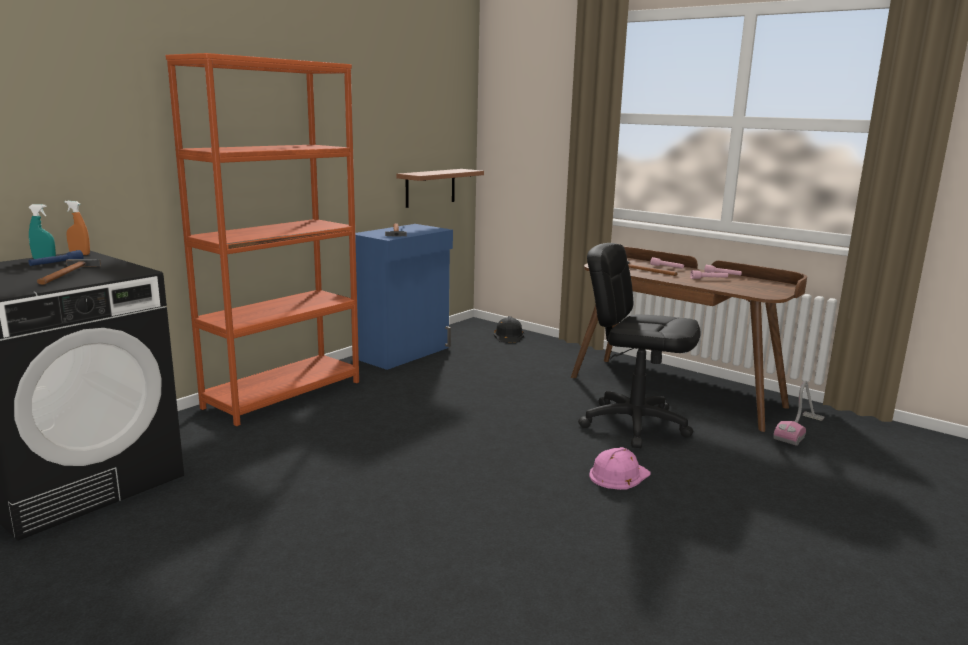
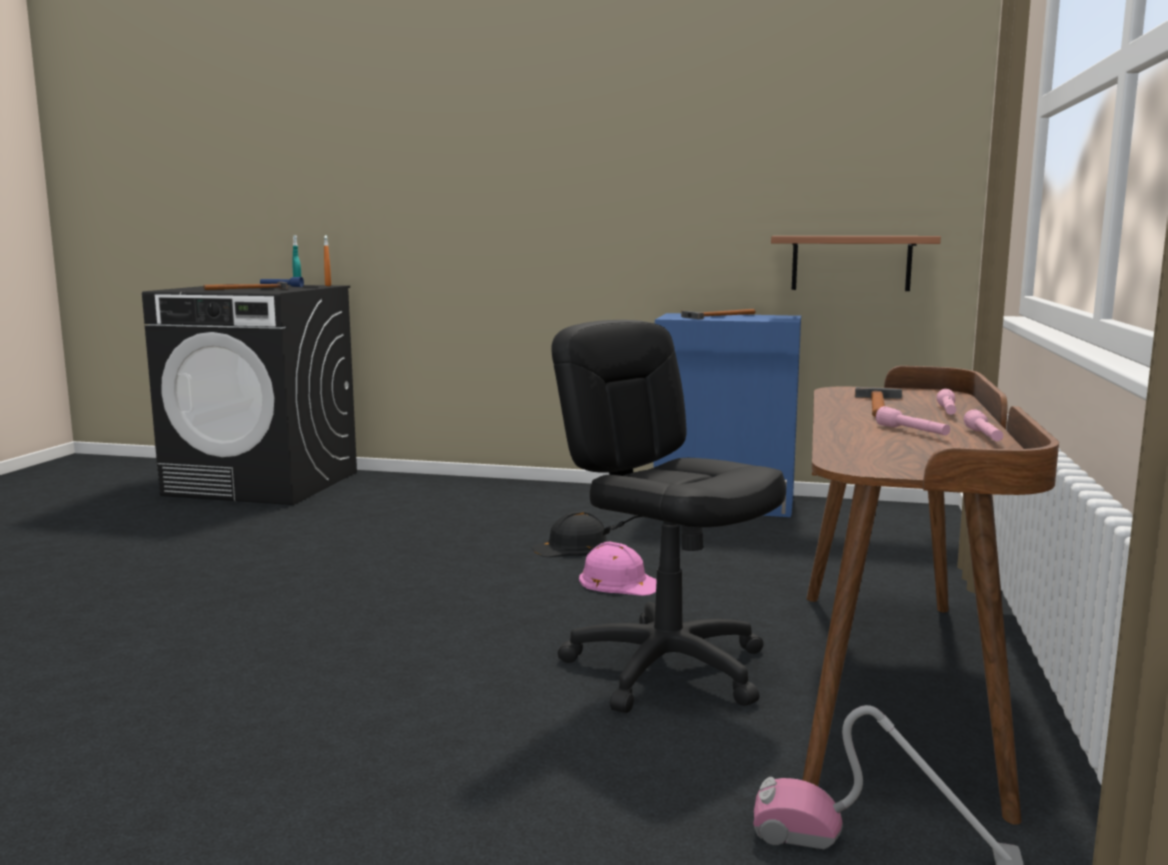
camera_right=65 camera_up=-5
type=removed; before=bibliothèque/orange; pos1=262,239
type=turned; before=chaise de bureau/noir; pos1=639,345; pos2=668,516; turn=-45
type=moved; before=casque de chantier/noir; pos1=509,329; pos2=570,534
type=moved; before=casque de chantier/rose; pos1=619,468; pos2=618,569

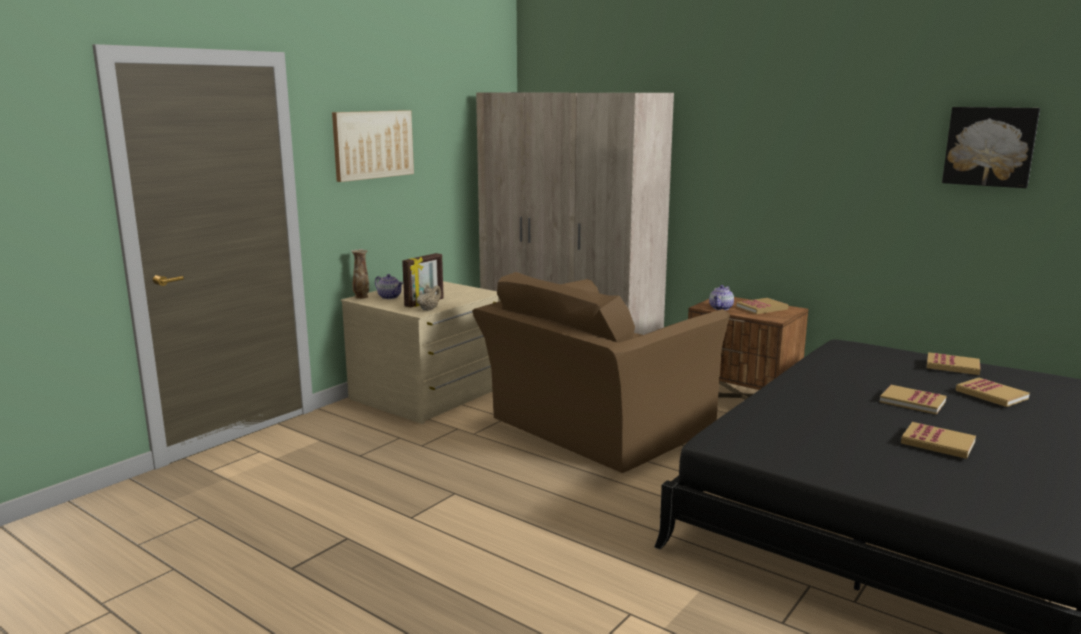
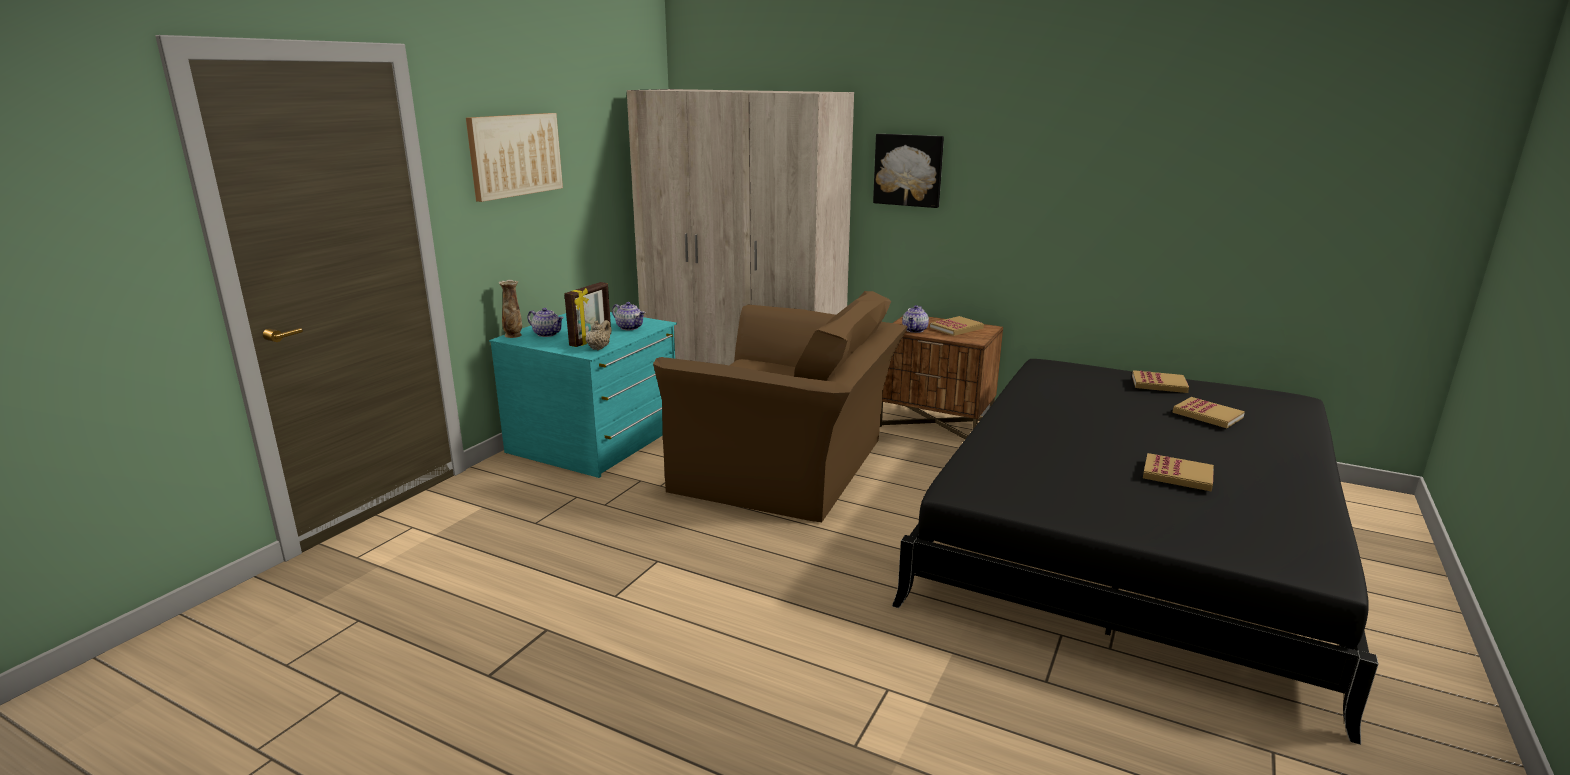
camera_right=-10 camera_up=5
type=moved; before=tableau; pos1=991,147; pos2=908,171
type=turned; before=fauteuil/marron; pos1=601,372; pos2=780,406; turn=-105
type=recoloured; before=commode/beige; after=commode/turquoise; pos1=420,352; pos2=583,395
type=removed; before=livre; pos1=913,400
type=added; after=théière; pos2=628,316

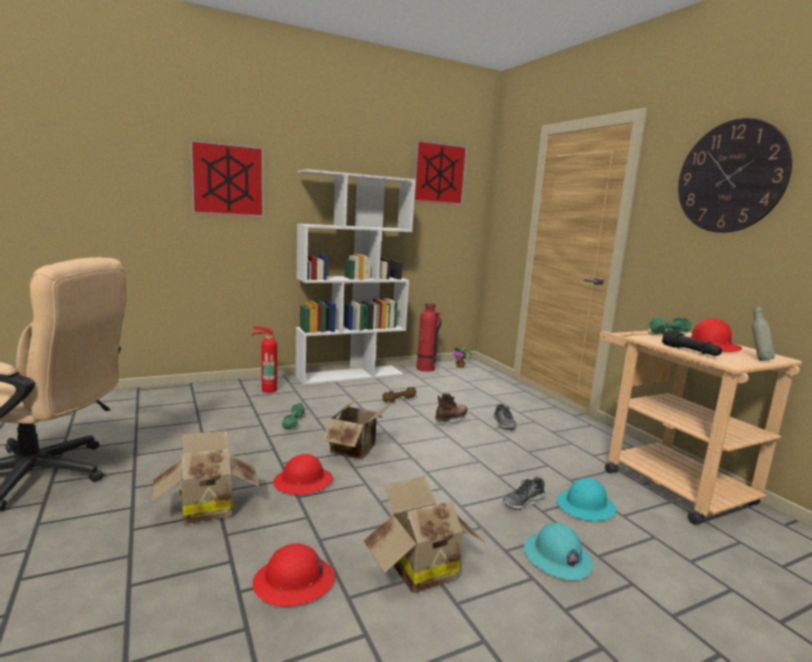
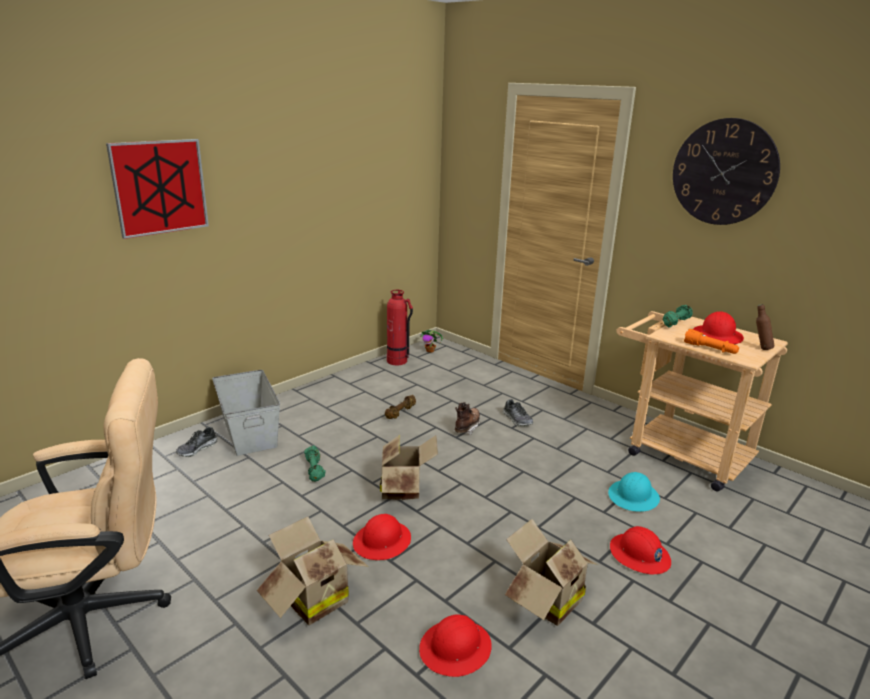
camera_right=-20 camera_up=10
type=removed; before=tableau; pos1=441,172
type=removed; before=bibliothèque/blanc; pos1=355,277
type=recoloured; before=bouteille/gris; after=bouteille/marron; pos1=763,334; pos2=765,327
type=replaced; before=extincteur; after=boîte de rangement/gris; pos1=264,359; pos2=246,413
type=recoloured; before=lampe de poche/noir; after=lampe de poche/orange; pos1=692,343; pos2=711,341
type=moved; before=chaussure; pos1=524,493; pos2=197,441
type=recoloured; before=casque de chantier/turquoise; after=casque de chantier/rouge; pos1=558,551; pos2=640,550

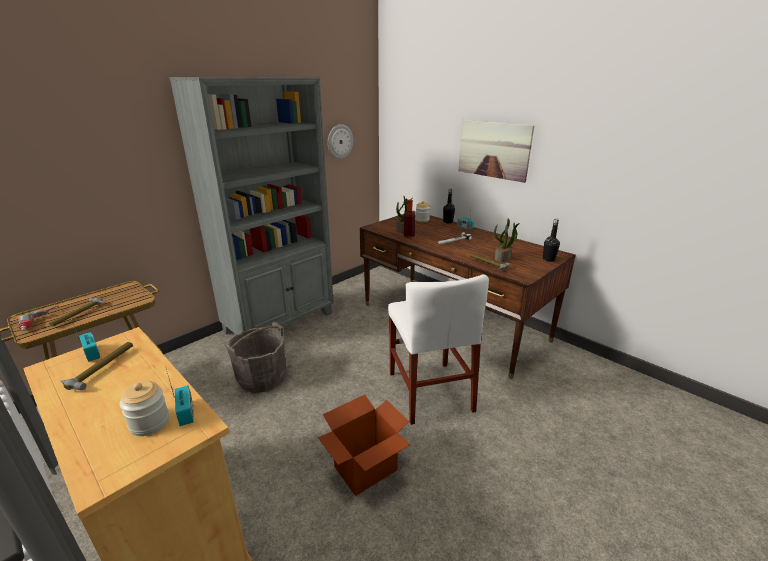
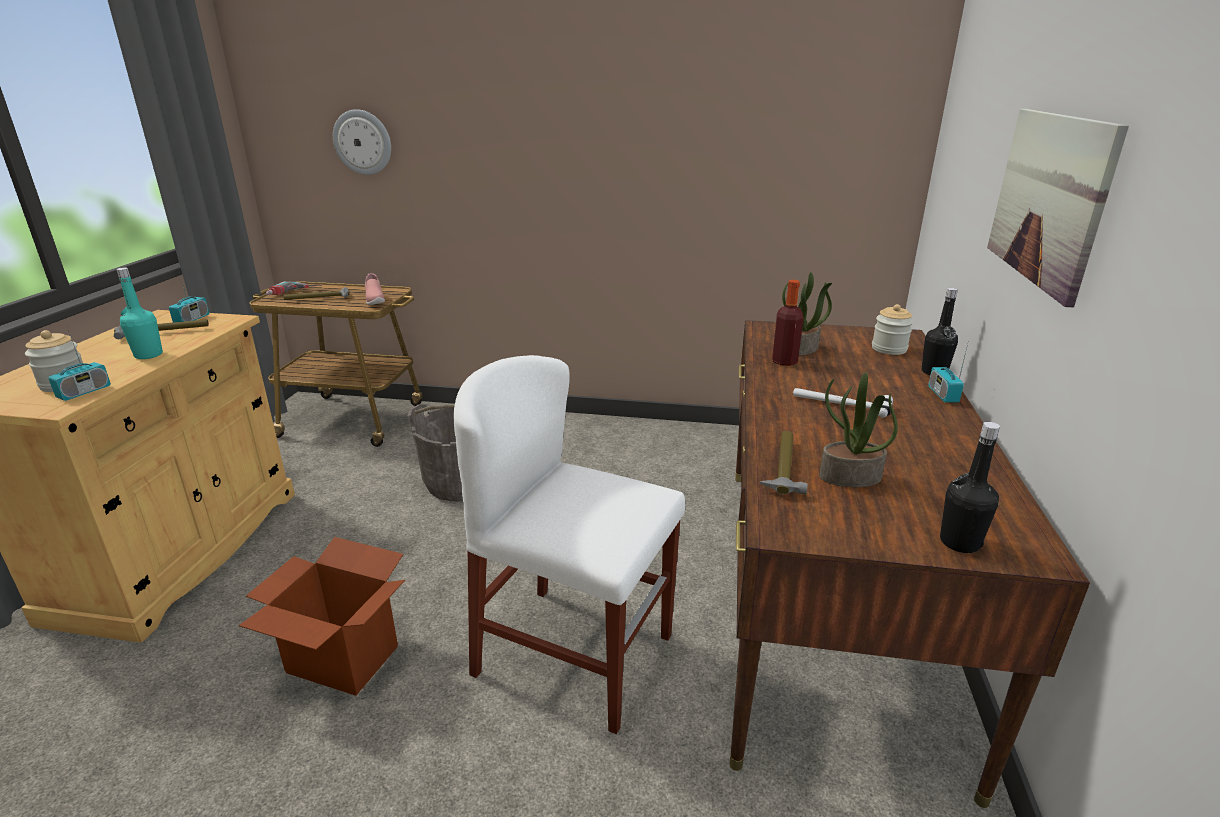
camera_right=55 camera_up=0
type=removed; before=bibliothèque/gris; pos1=251,206
type=moved; before=horloge murale; pos1=340,141; pos2=362,142
type=turned; before=chaise/blanc; pos1=438,349; pos2=569,544; turn=75
type=added; after=bouteille/turquoise; pos2=139,313
type=added; after=chaussure/rose; pos2=375,289

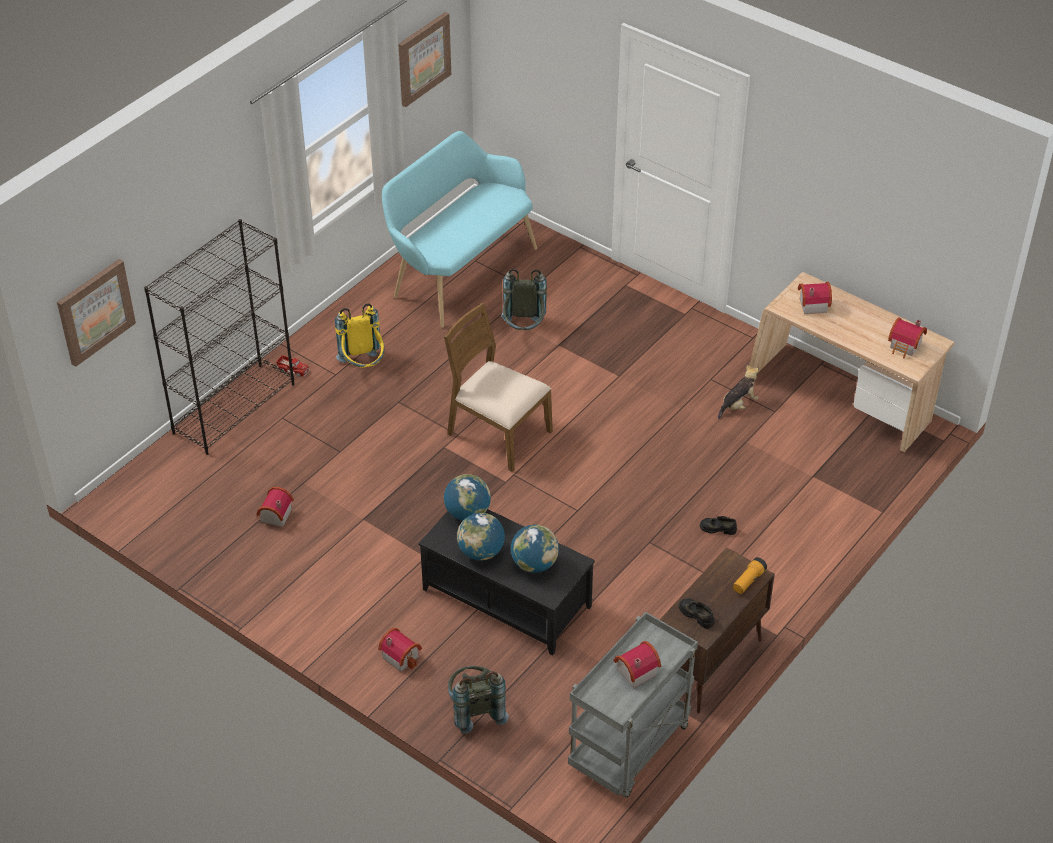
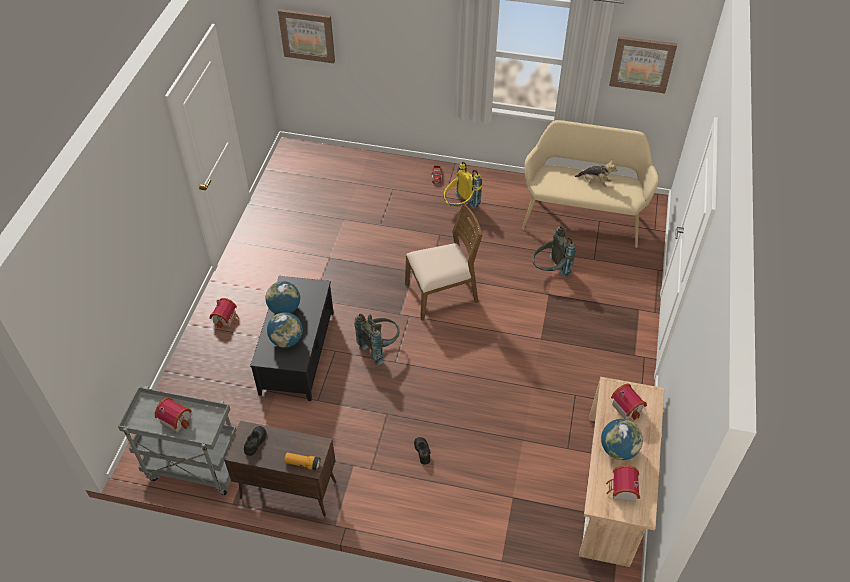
camera_right=65 camera_up=5
type=recoloured; before=banc/turquoise; after=banc/beige; pos1=459,229; pos2=590,184
type=removed; before=bibliothèque/noir; pos1=219,337
type=turned; before=chaise/marron; pos1=498,387; pos2=444,262; turn=60
type=moved; before=peluche; pos1=738,392; pos2=596,173
type=moved; before=globe; pos1=467,497; pos2=622,439
type=removed; before=maison miniature; pos1=275,507
type=moved; before=sac à dos/gris; pos1=478,700; pos2=376,339

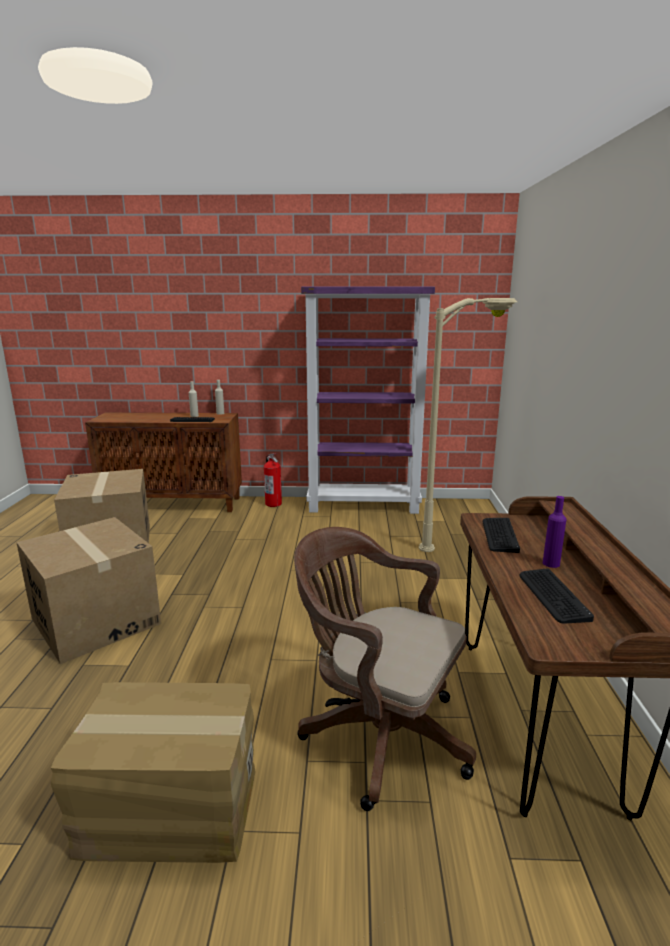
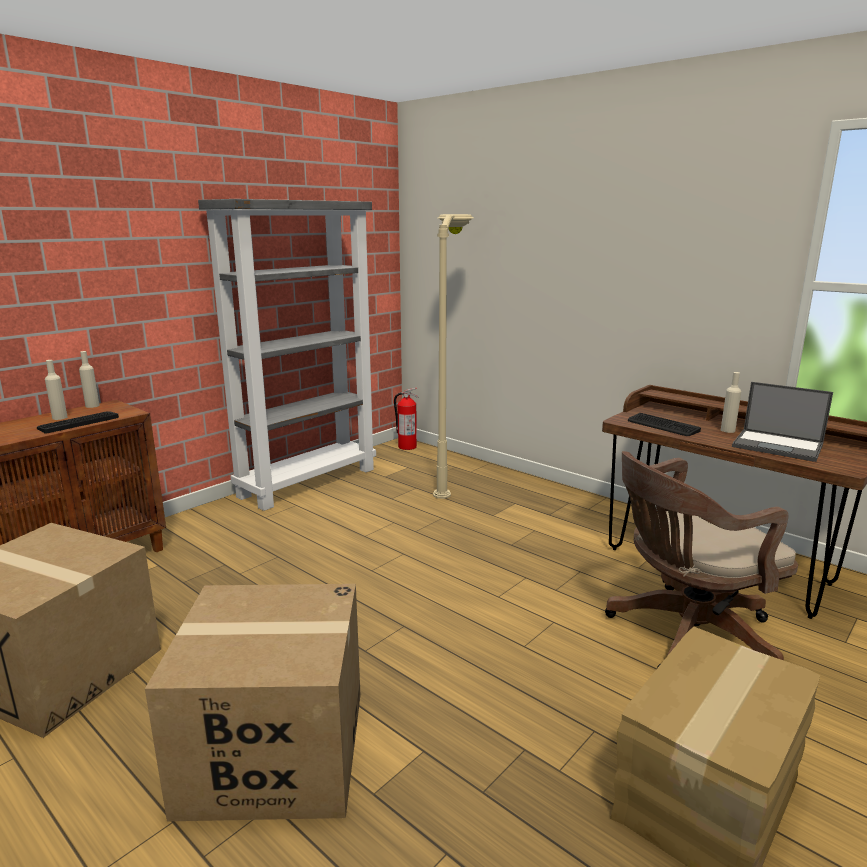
camera_right=-50 camera_up=0
type=recoloured; before=bibliothèque/violet; after=bibliothèque/gris; pos1=368,400; pos2=287,355
type=moved; before=extincteur; pos1=273,480; pos2=406,419
type=recoloured; before=bouteille/violet; after=bouteille/beige; pos1=554,532; pos2=731,402
type=replaced; before=clavier; after=ordinateur portable; pos1=557,596; pos2=782,422

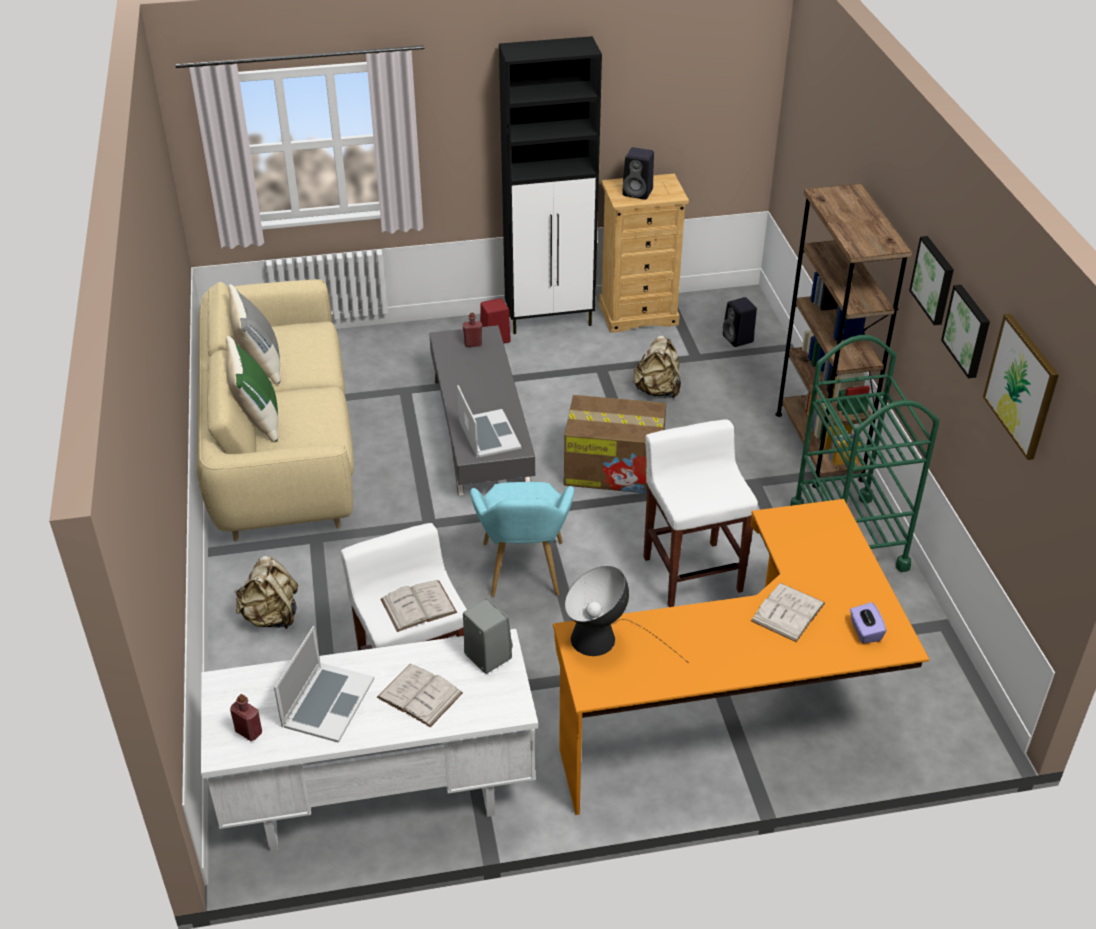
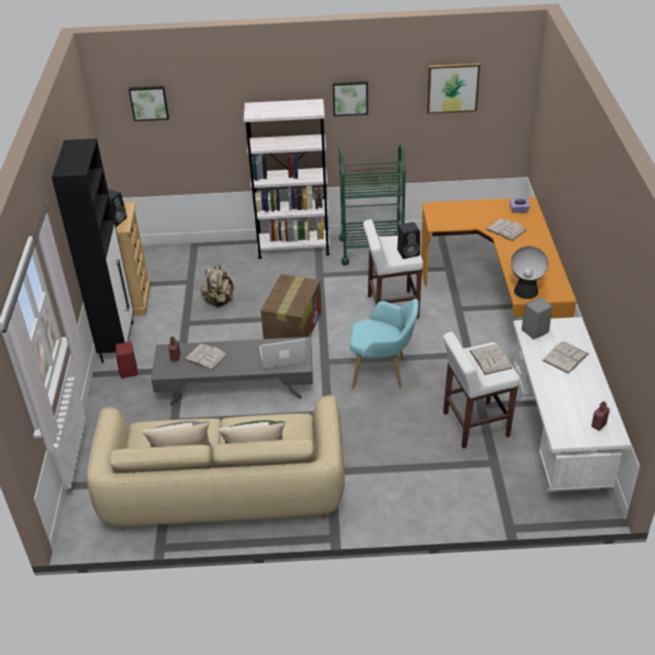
camera_right=-80 camera_up=0
type=recoloured; before=bibliothèque/marron; after=bibliothèque/blanc; pos1=843,336; pos2=287,179
type=moved; before=tableau; pos1=965,331; pos2=149,103
type=moved; before=enceinte/noir; pos1=740,322; pos2=408,240
type=removed; before=sac à dos/beige; pos1=266,592
type=removed; before=ordinateur portable; pos1=324,684
type=added; after=livre/blanc; pos2=206,357

